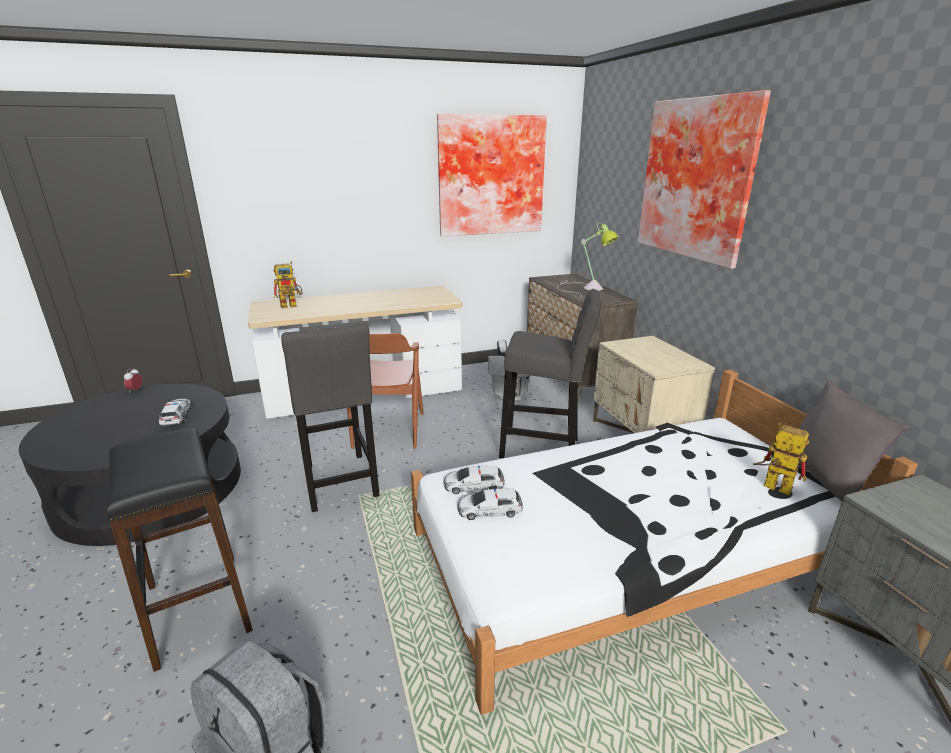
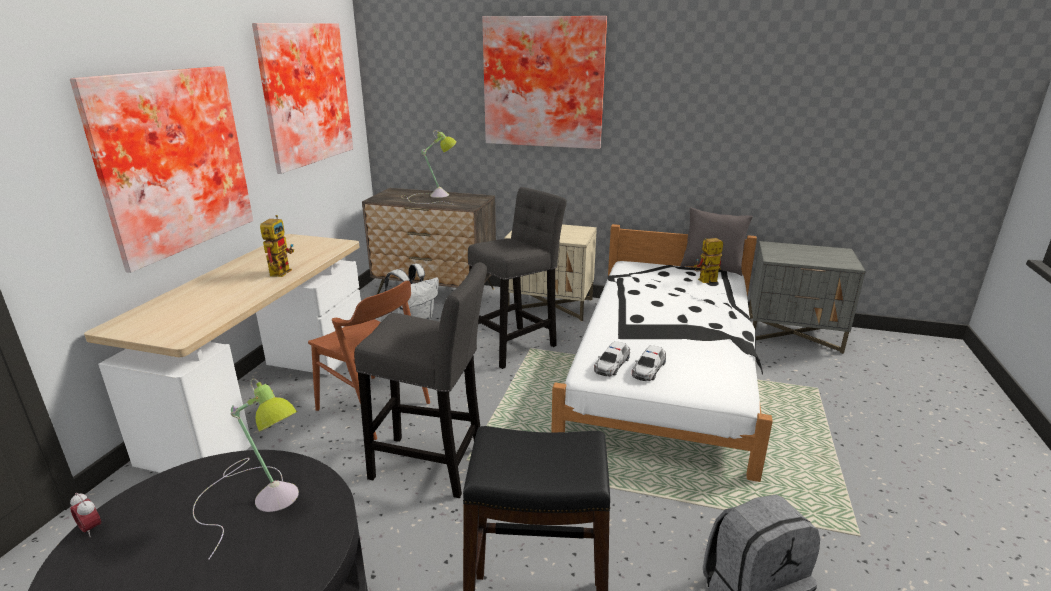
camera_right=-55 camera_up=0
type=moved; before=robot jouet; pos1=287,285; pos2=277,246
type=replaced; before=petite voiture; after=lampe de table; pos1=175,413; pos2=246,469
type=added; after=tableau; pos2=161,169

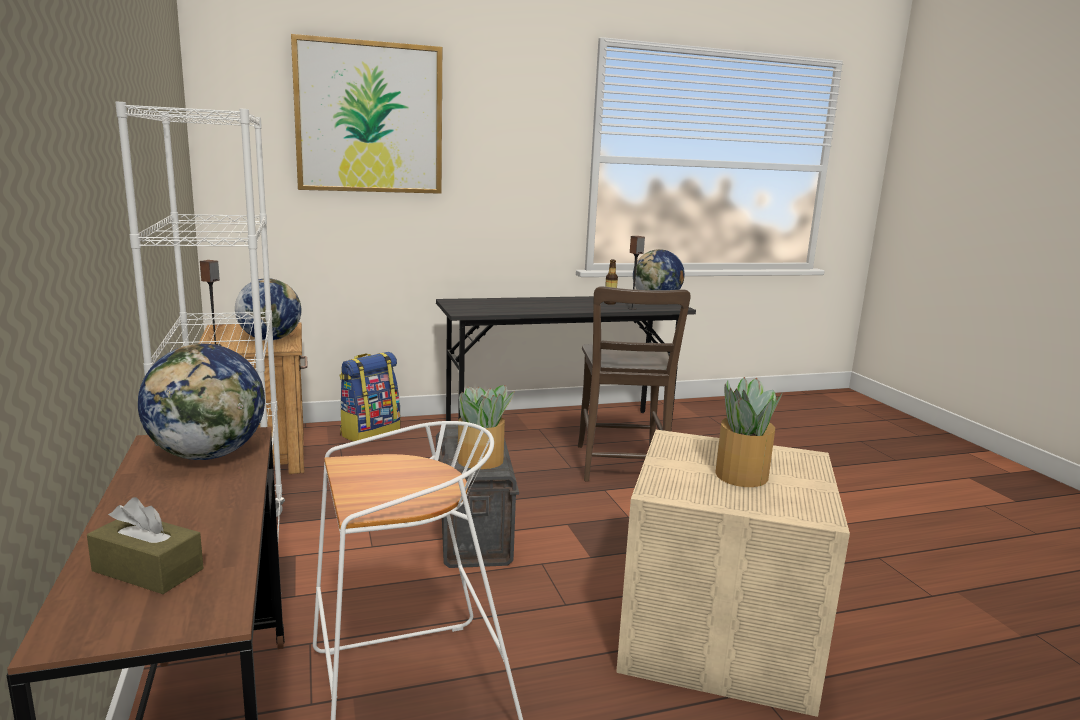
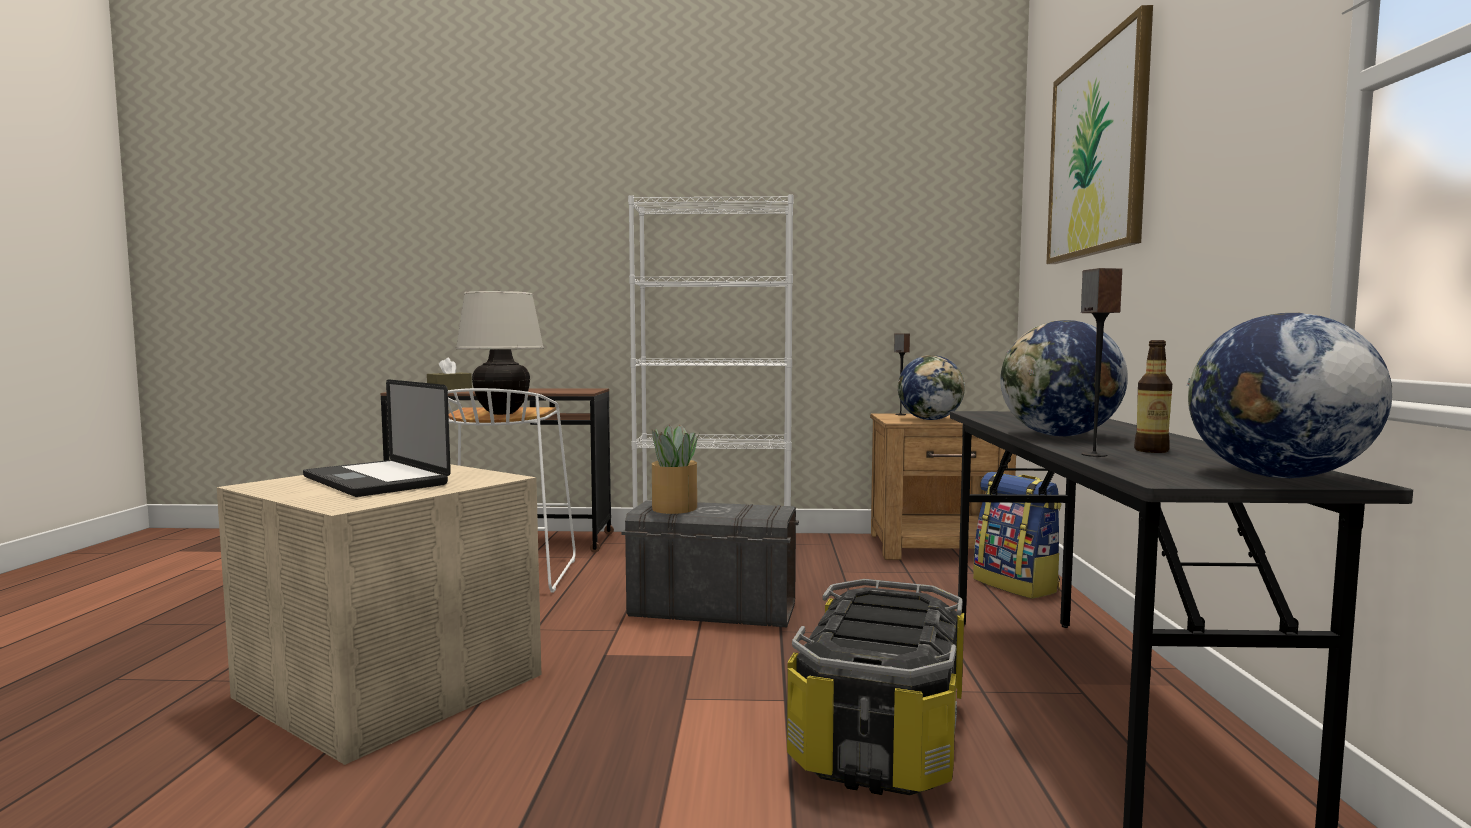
camera_right=110 camera_up=-10
type=replaced; before=chaise/marron; after=boîte de rangement; pos1=634,384; pos2=875,687
type=moved; before=globe; pos1=201,402; pos2=1064,378
type=replaced; before=plante en pot; after=ordinateur portable; pos1=749,432; pos2=377,438
type=added; after=lampe de table/beige; pos2=499,353

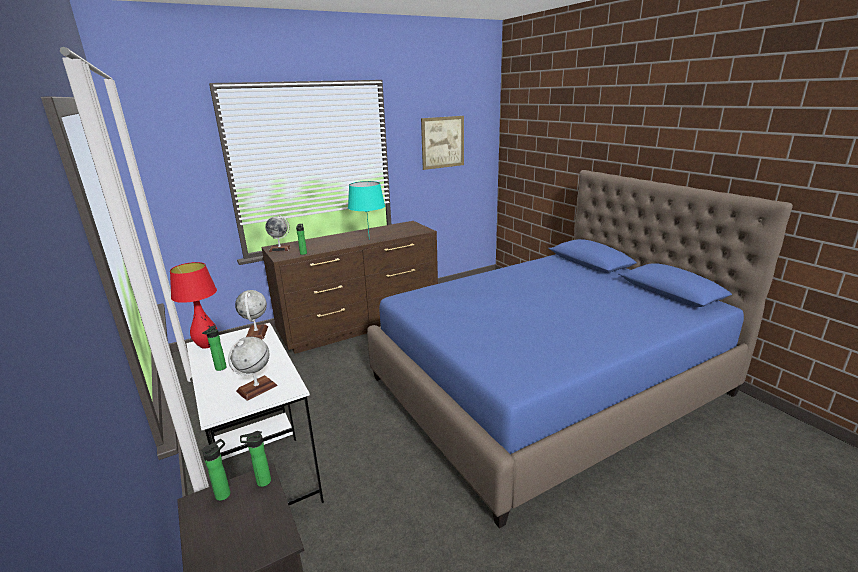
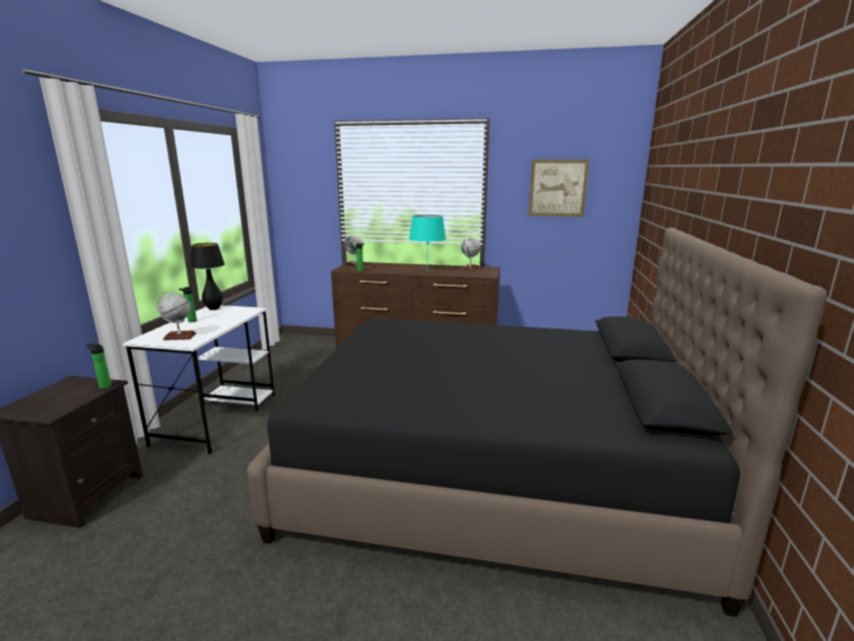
camera_right=40 camera_up=-5
type=recoloured; before=lit/bleu; after=lit/noir; pos1=580,349; pos2=537,422
type=recoloured; before=lampe de table/rouge; after=lampe de table/noir; pos1=193,305; pos2=207,276
type=moved; before=globe; pos1=251,314; pos2=471,254
type=removed; before=bouteille; pos1=216,470

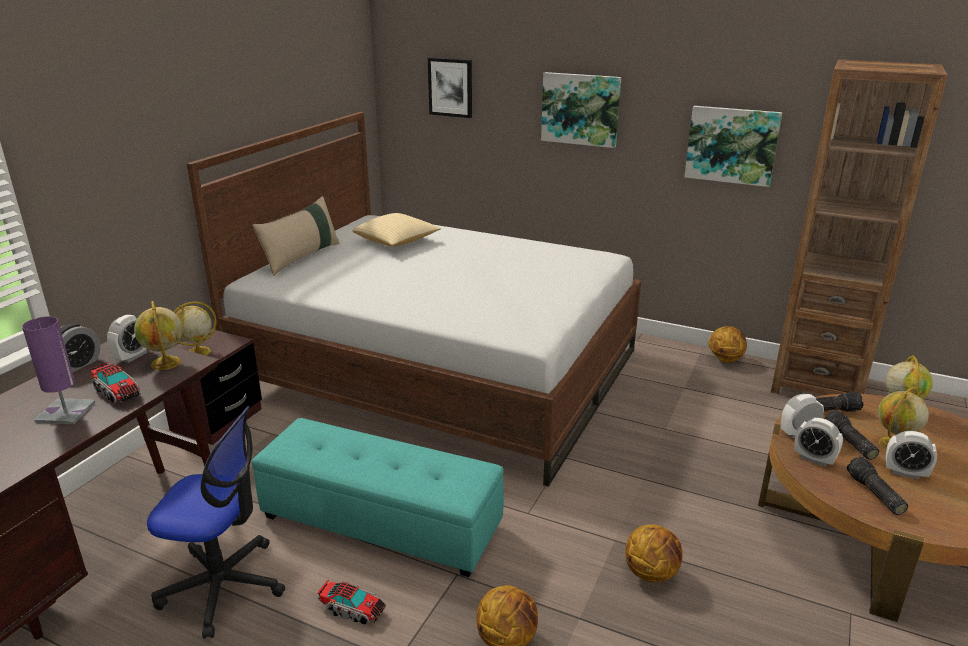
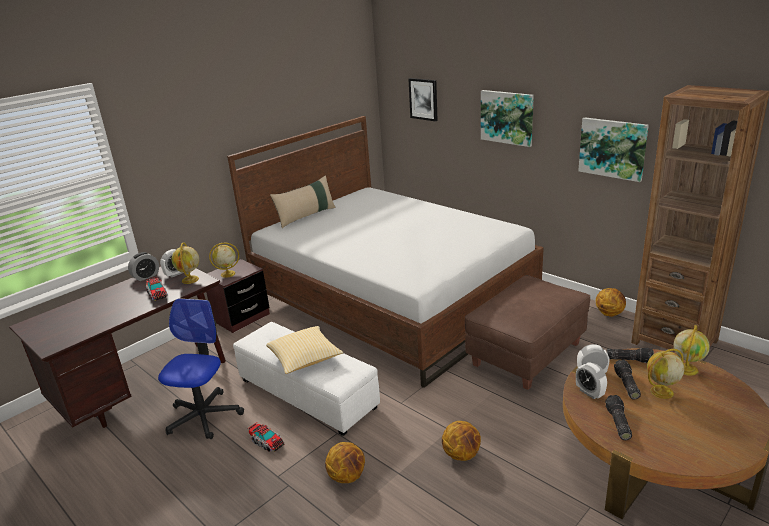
camera_right=20 camera_up=0
type=moved; before=coussin; pos1=397,229; pos2=304,350
type=removed; before=lampe de table/violet; pos1=59,370
type=turned; before=chaise de bureau; pos1=216,522; pos2=201,368; turn=-105
type=recoloured; before=pouf/turquoise; after=pouf/blanc; pos1=378,497; pos2=306,379
type=removed; before=réveil; pos1=911,455
type=added; after=pouf/marron; pos2=527,332

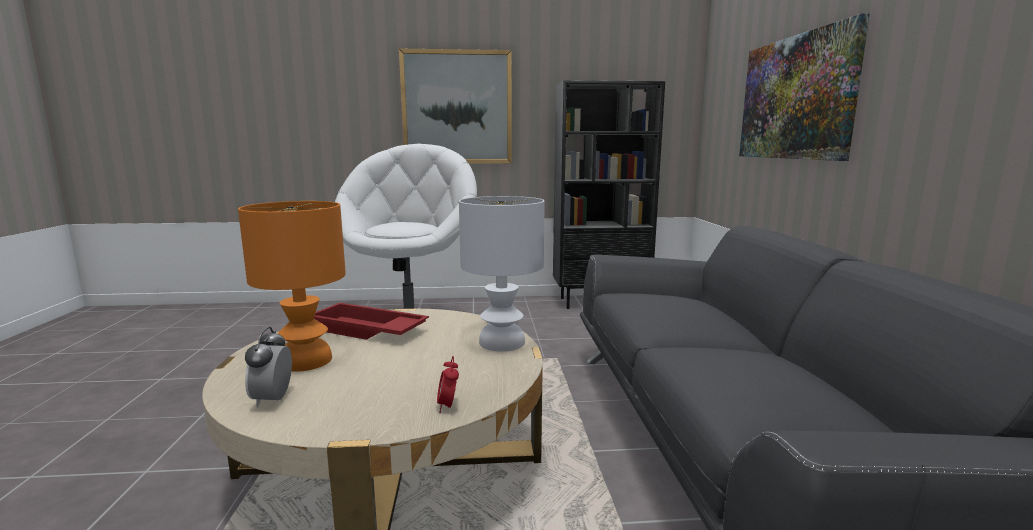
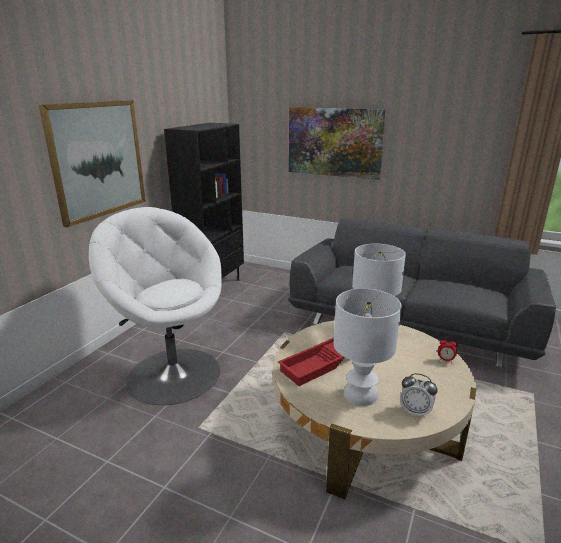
camera_right=-60 camera_up=10
type=recoloured; before=lampe de table/orange; after=lampe de table/blanc; pos1=292,286; pos2=368,347

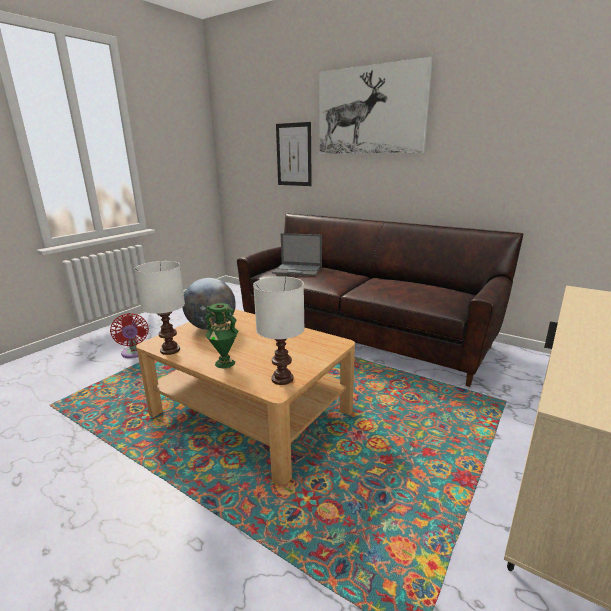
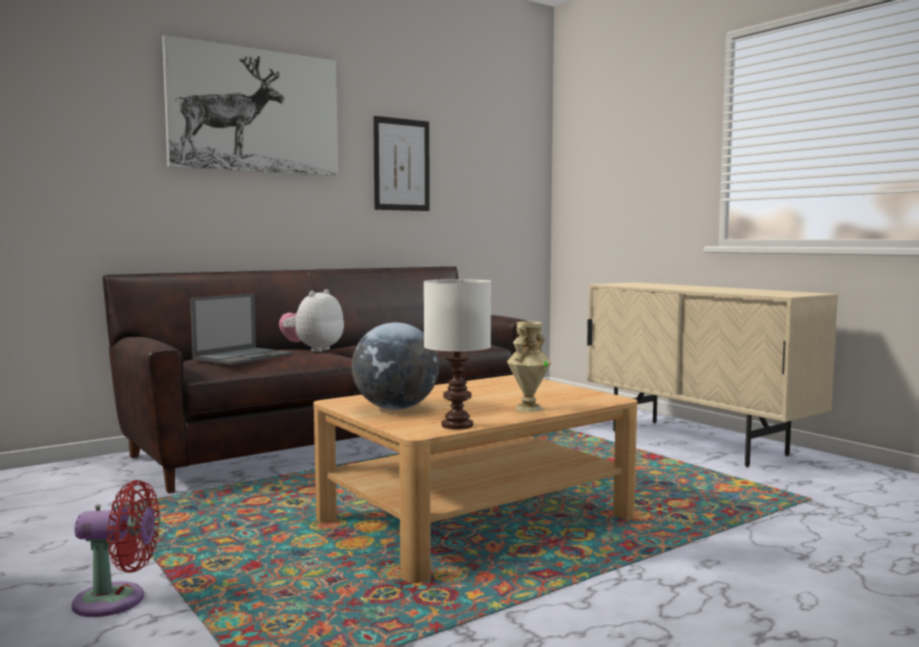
camera_right=-70 camera_up=-15
type=moved; before=tableau; pos1=294,154; pos2=401,163
type=removed; before=lampe de table/blanc; pos1=279,330
type=recoloured; before=vase/vert; after=vase/beige; pos1=221,336; pos2=529,366
type=added; after=peluche; pos2=311,320

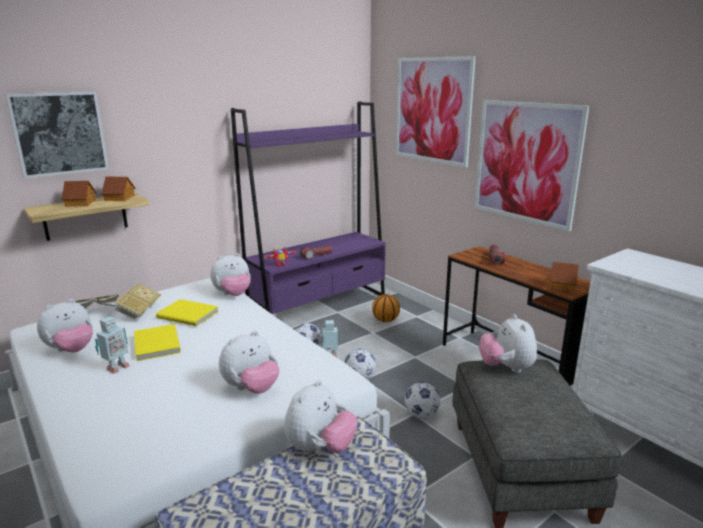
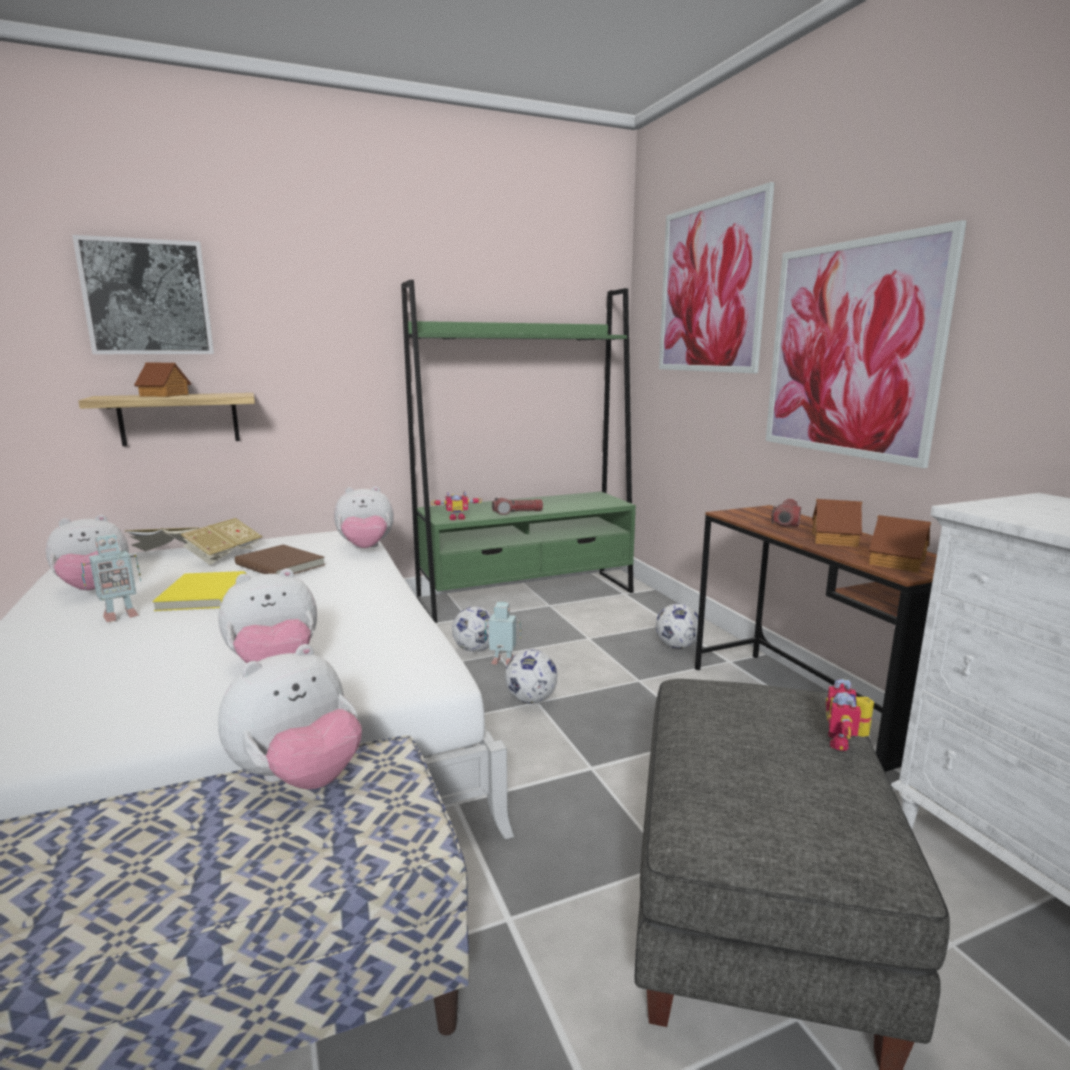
camera_right=15 camera_up=-5
type=recoloured; before=bibliothèque/violet; after=bibliothèque/vert; pos1=308,207; pos2=518,451
type=moved; before=maison miniature; pos1=118,189; pos2=837,523
type=removed; before=ballon de basket; pos1=386,308
type=recoloured; before=livre/jaune; after=livre/marron; pos1=187,312; pos2=280,559
type=removed; before=peluche; pos1=508,343
type=moved; before=ballon de foot; pos1=422,400; pos2=677,626
type=added; after=robot jouet; pos2=850,715

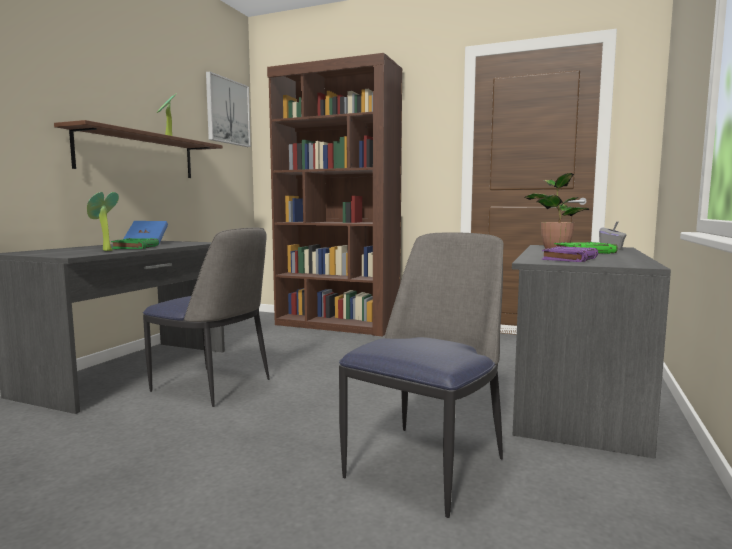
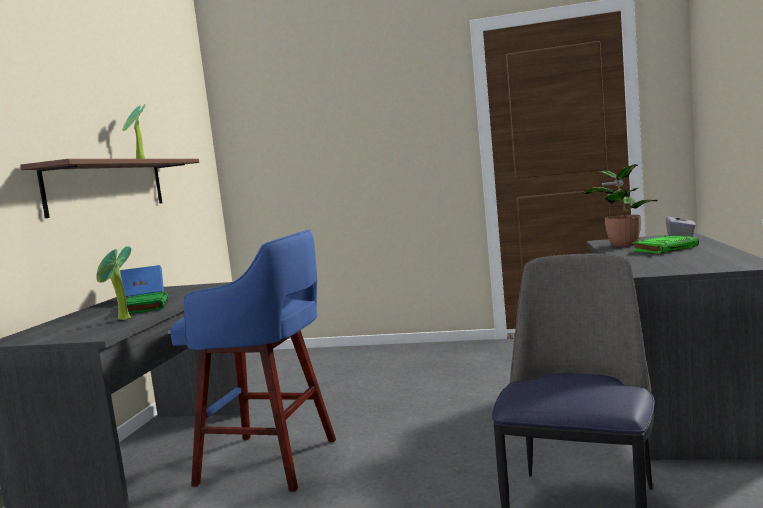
camera_right=-10 camera_up=0
type=removed; before=bibliothèque/marron; pos1=334,195
type=removed; before=tableau; pos1=228,109
type=replaced; before=chaise; after=tabouret/bleu; pos1=206,317; pos2=253,361
type=removed; before=livre/violet; pos1=570,254

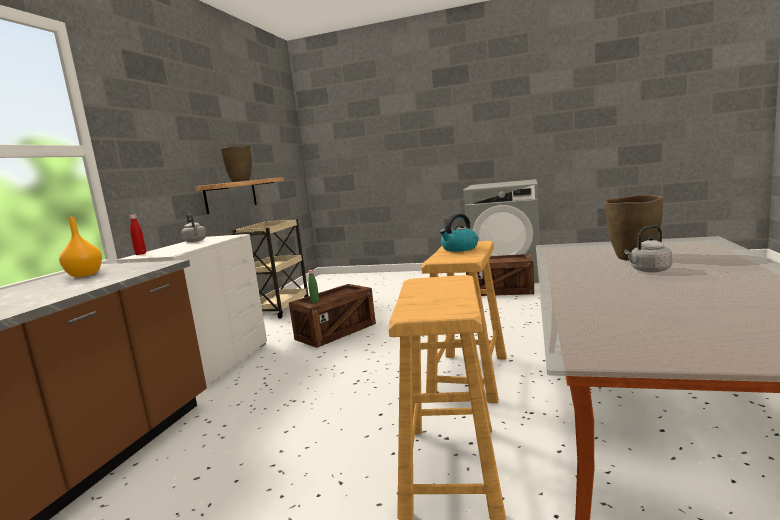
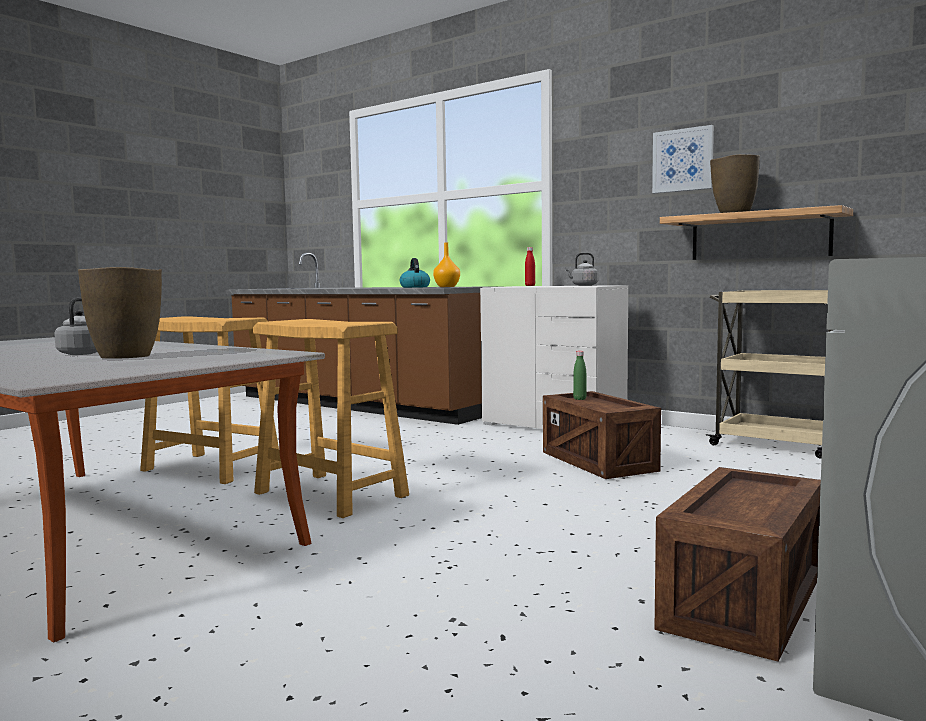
camera_right=110 camera_up=-5
type=moved; before=bouilloire; pos1=459,233; pos2=415,273
type=added; after=tableau; pos2=683,159

